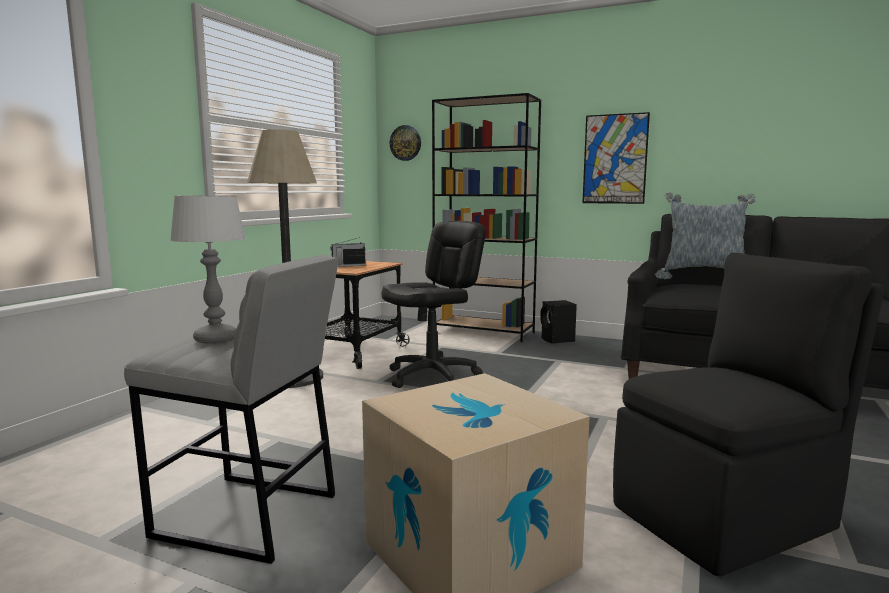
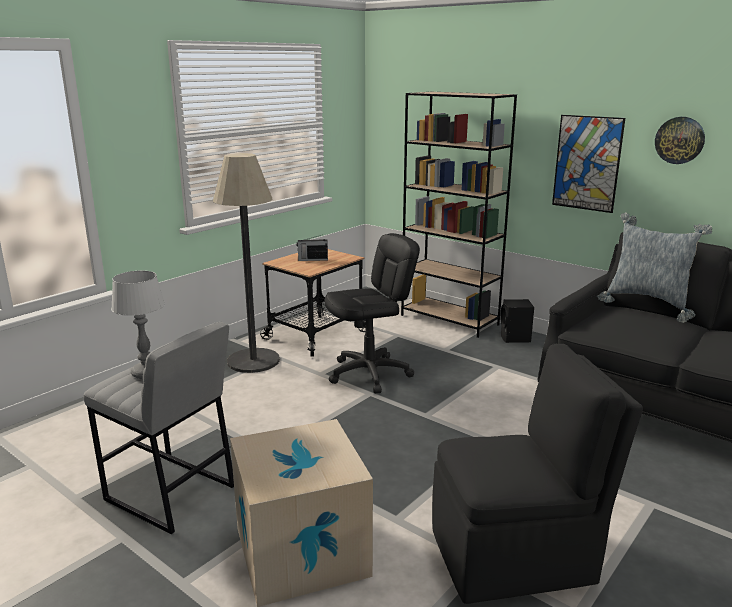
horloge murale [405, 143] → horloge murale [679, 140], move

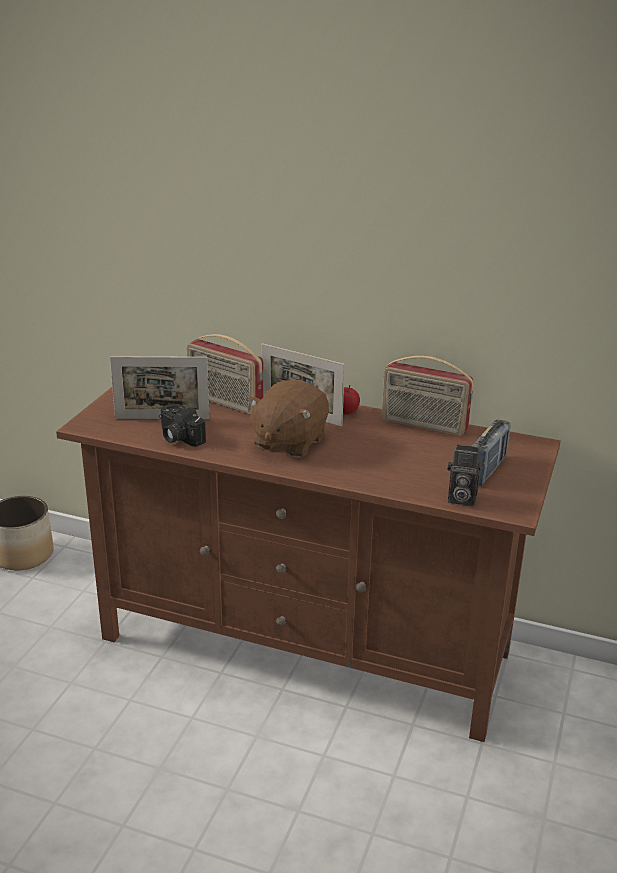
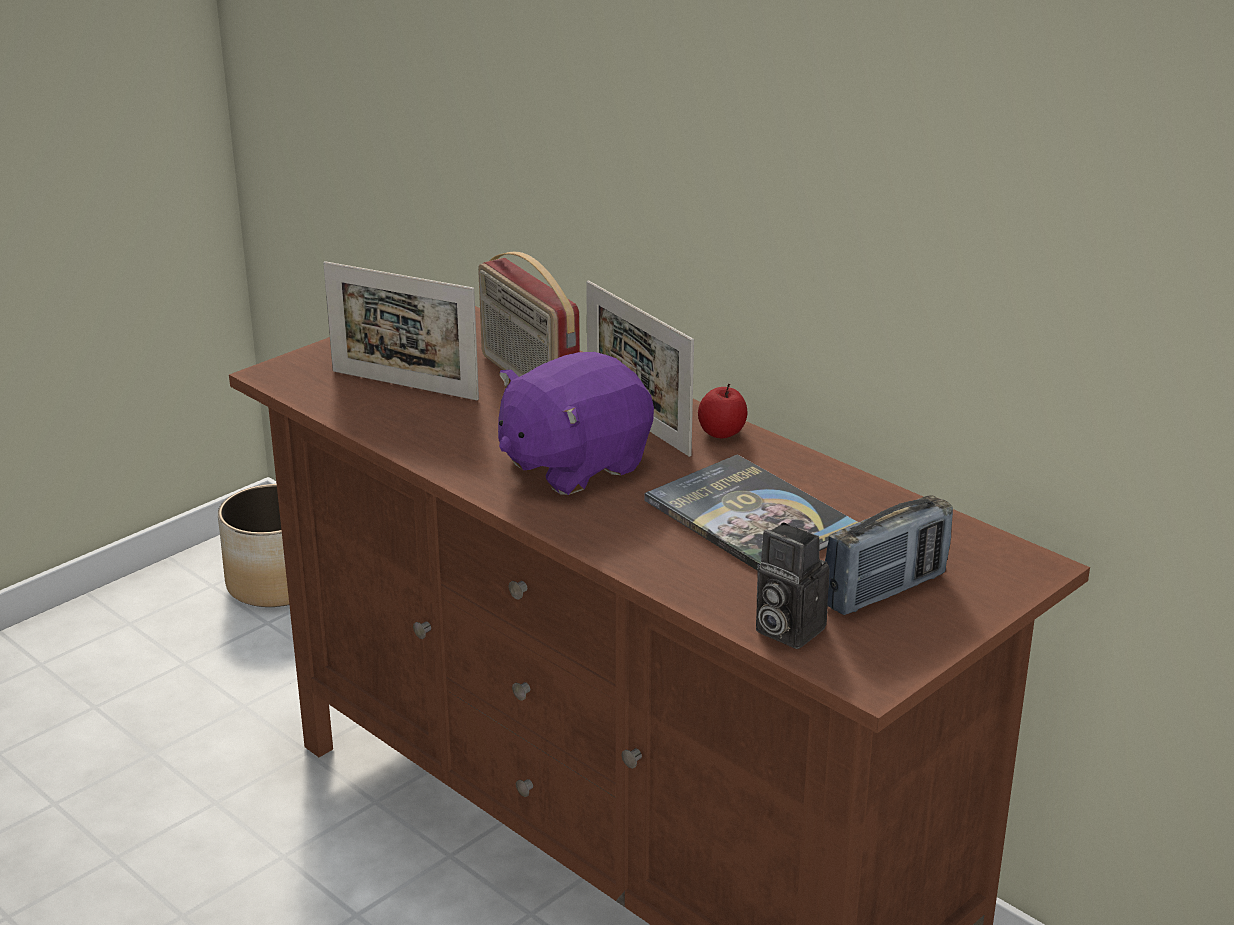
radio [423, 426] → -
peluche/marron [289, 442] → peluche/violet [573, 465]
appareil photo [178, 437] → -
- → livre [750, 517]

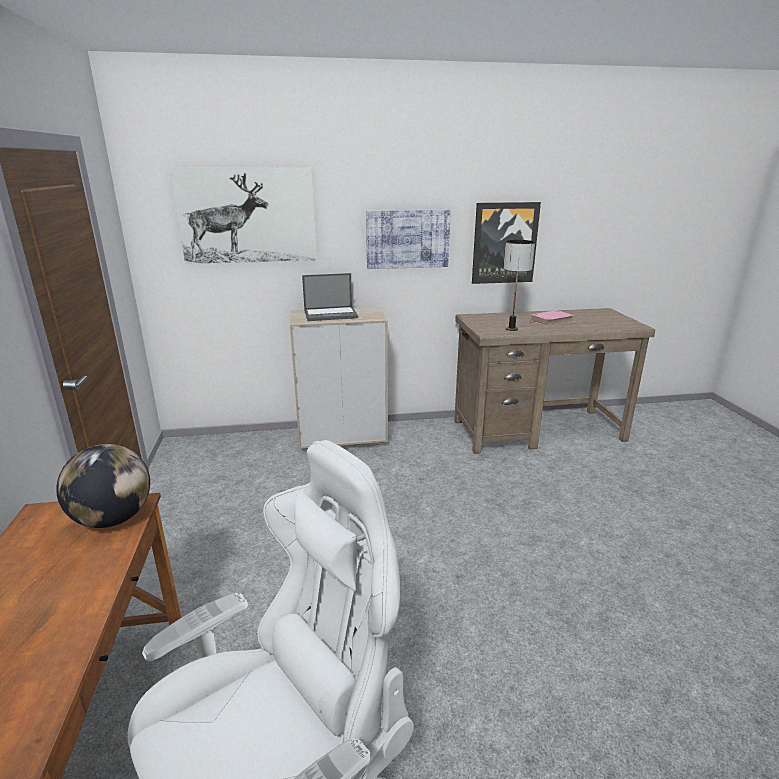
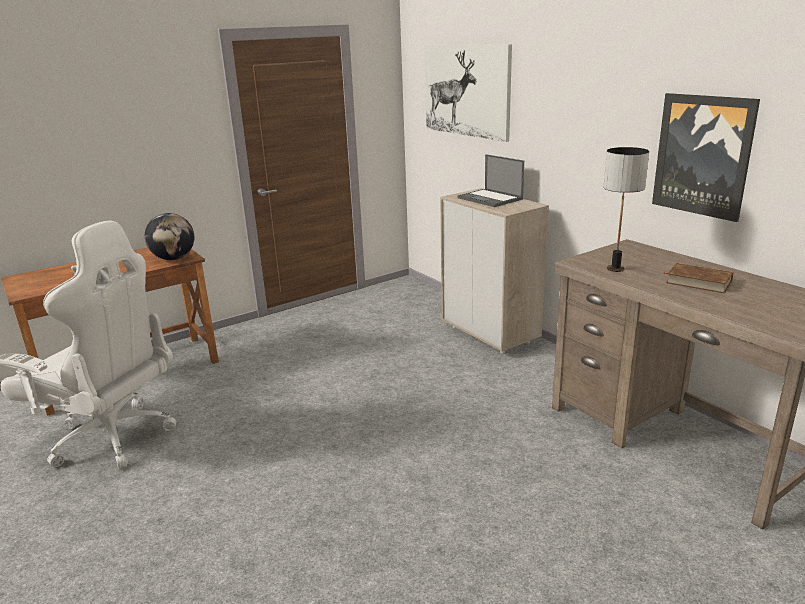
tableau [407, 239] → -
livre/rose [551, 321] → livre/marron [698, 282]

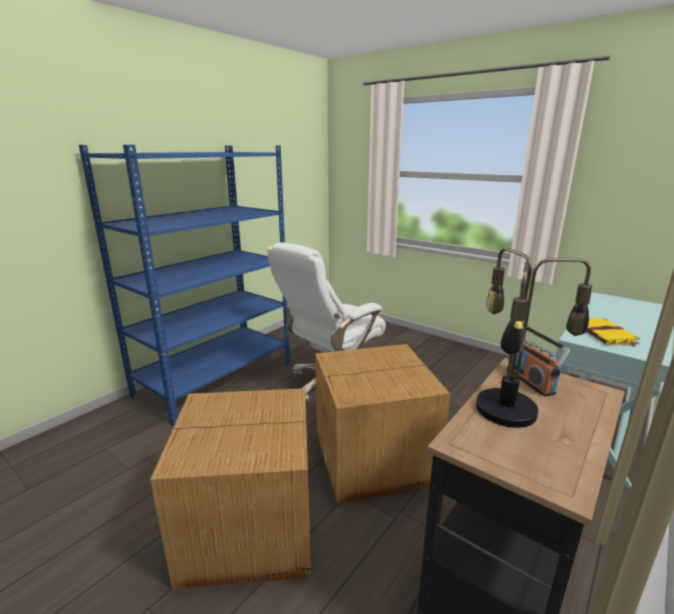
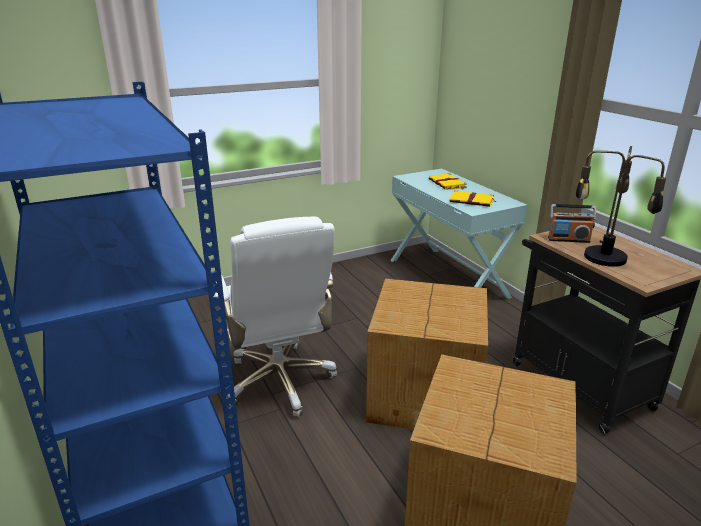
- → livre/jaune [447, 184]

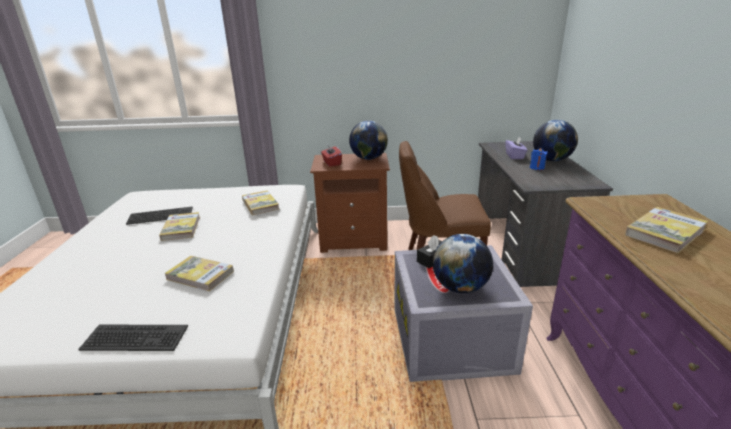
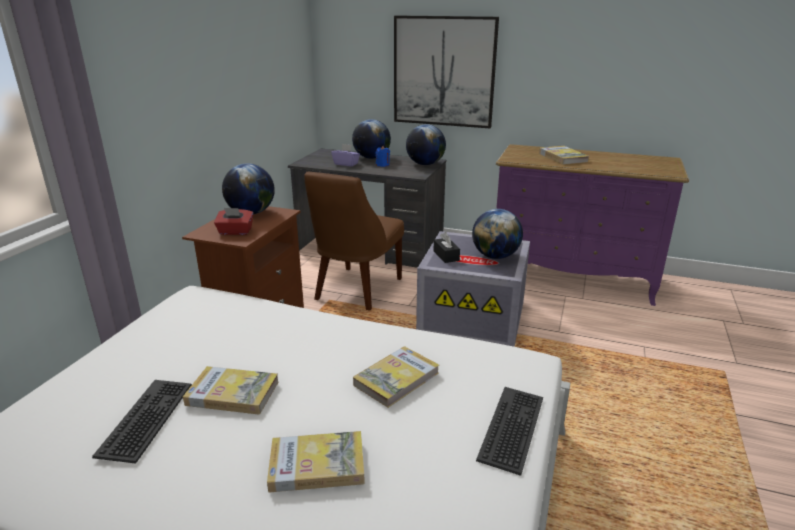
livre [260, 204] → livre [317, 465], move
- → tableau [444, 72]
- → globe [425, 164]

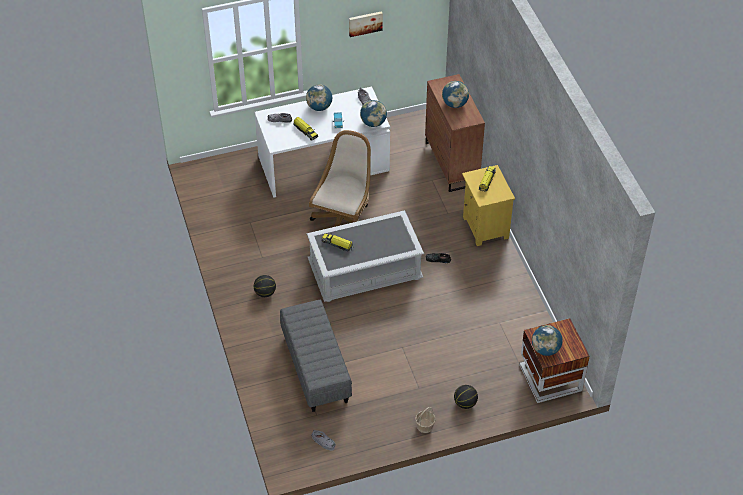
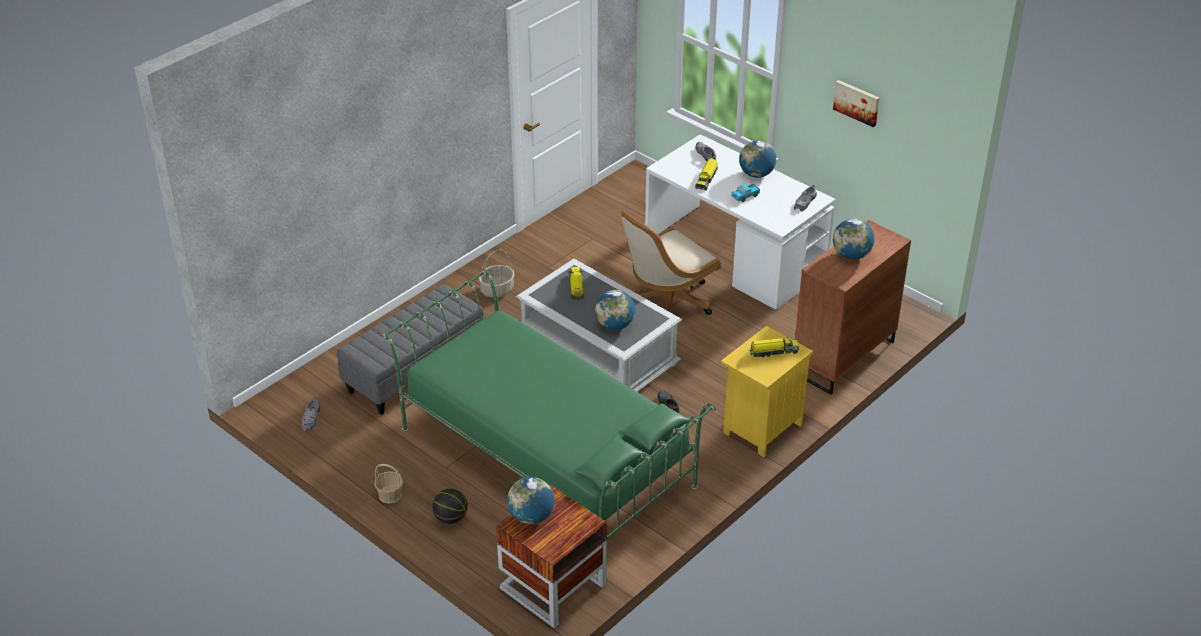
globe [373, 123] → globe [615, 325], move
chaise de bureau [343, 216] → chaise de bureau [666, 303], 150 degrees clockwise
ballon de basket [265, 293] → panier [497, 290]
- → lit/vert [547, 458]

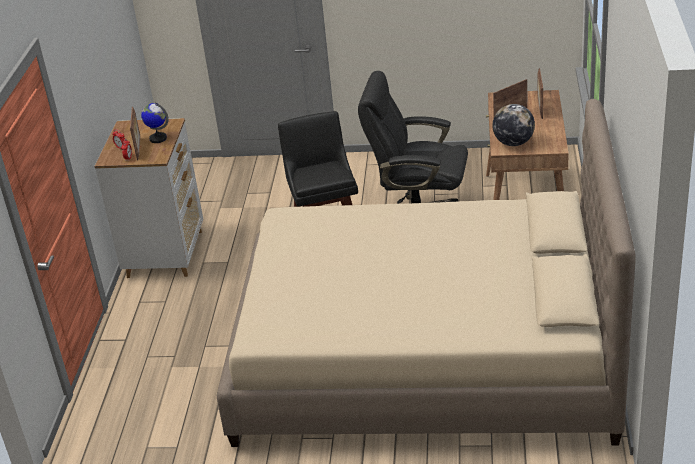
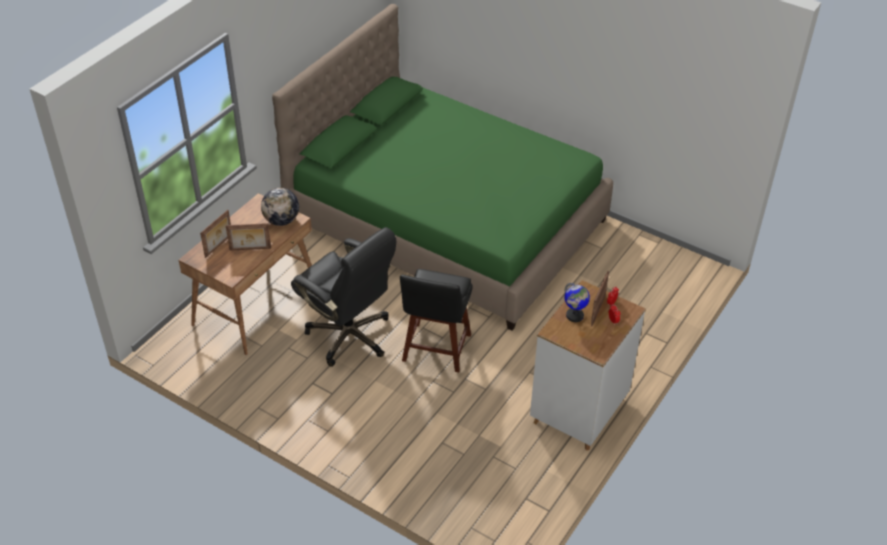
lit/beige [425, 357] → lit/vert [446, 221]

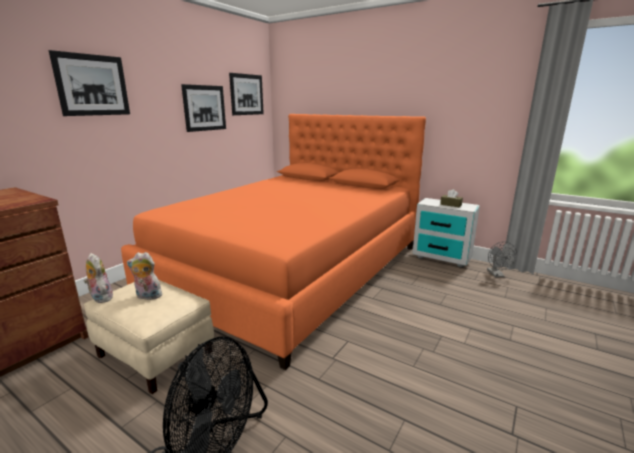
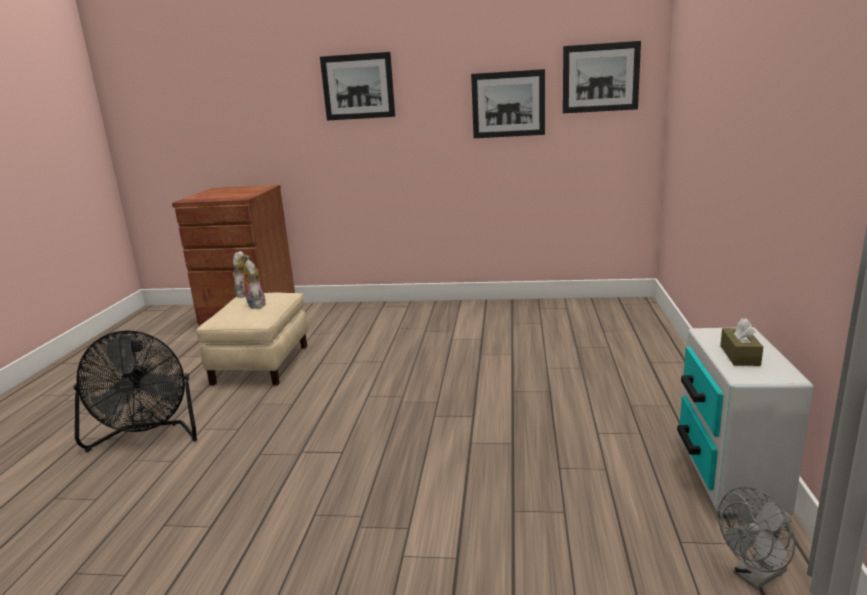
lit/orange [293, 269] → -

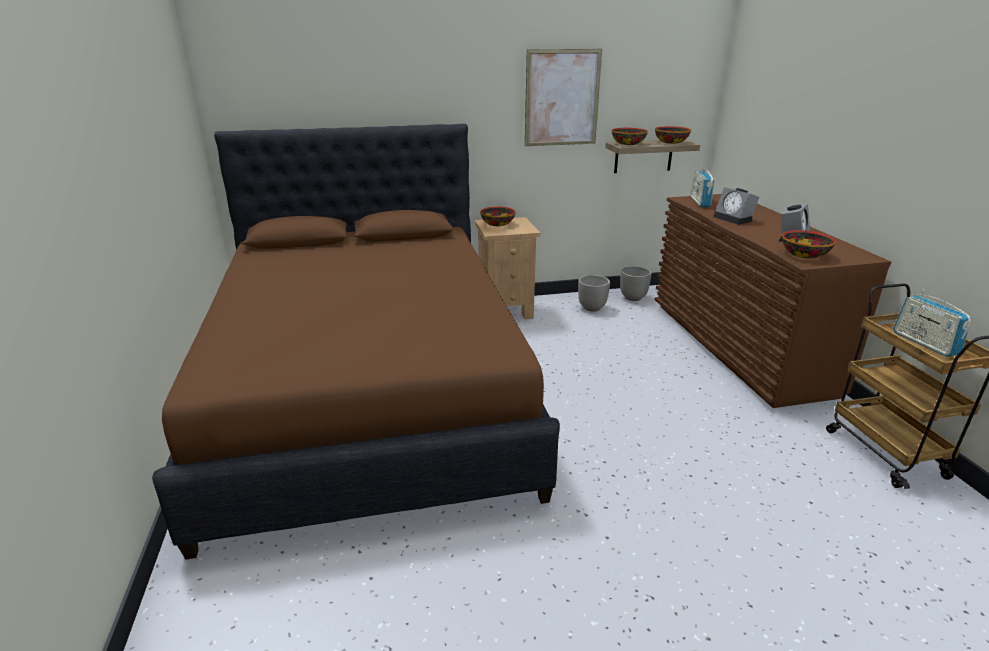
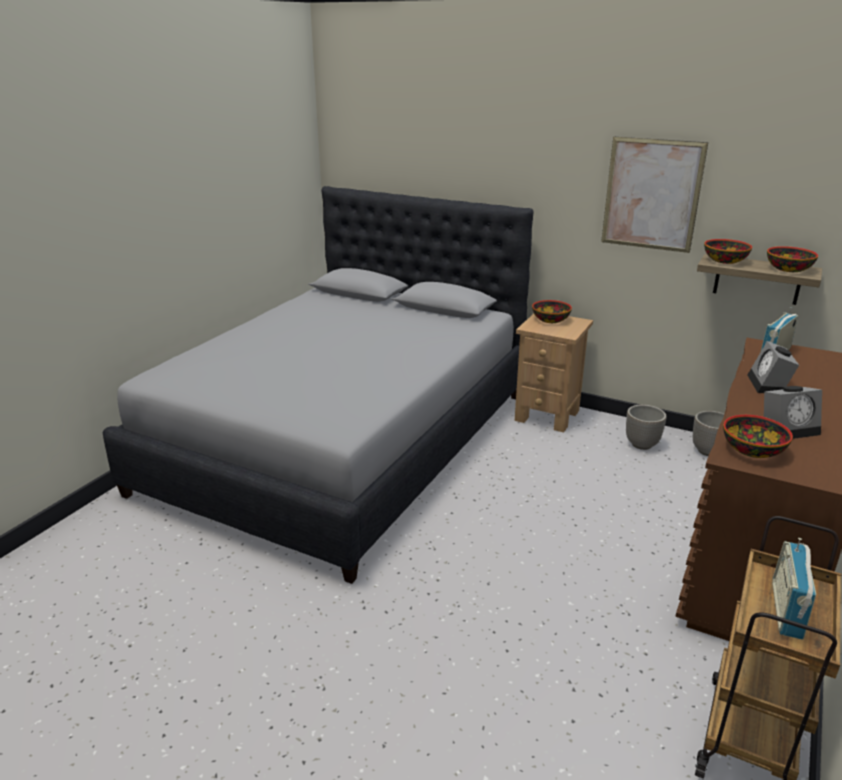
lit/marron [370, 391] → lit/gris [344, 440]

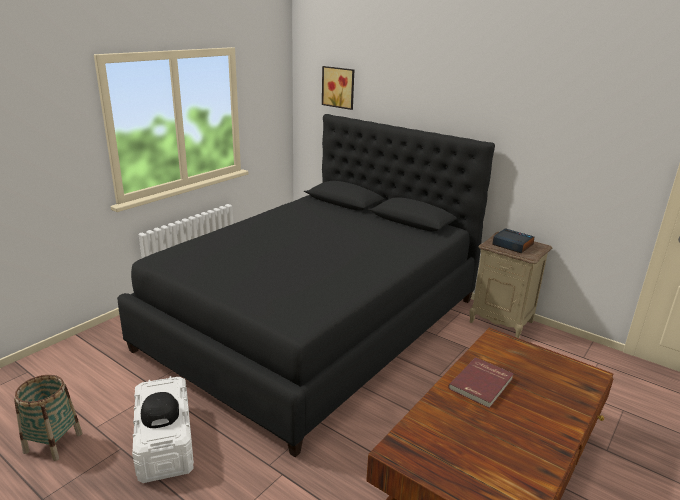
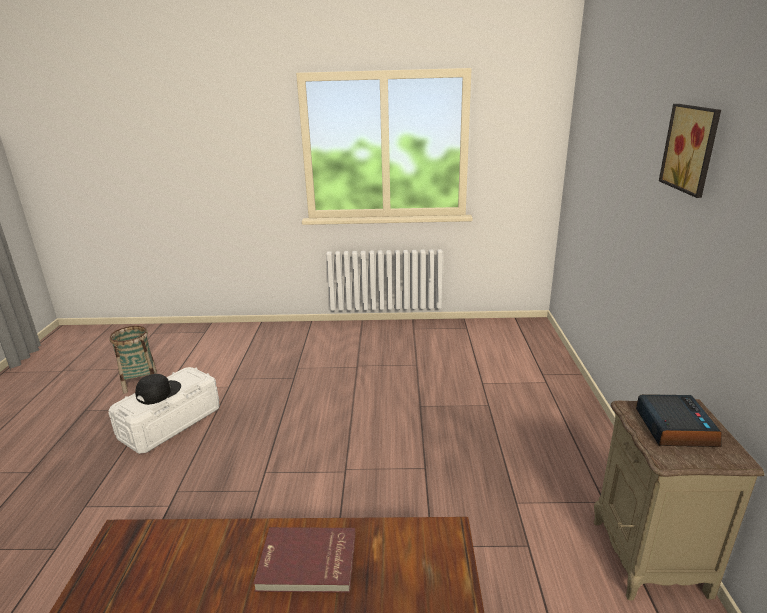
tableau [339, 87] → tableau [693, 148], move
lit/noir [316, 323] → -

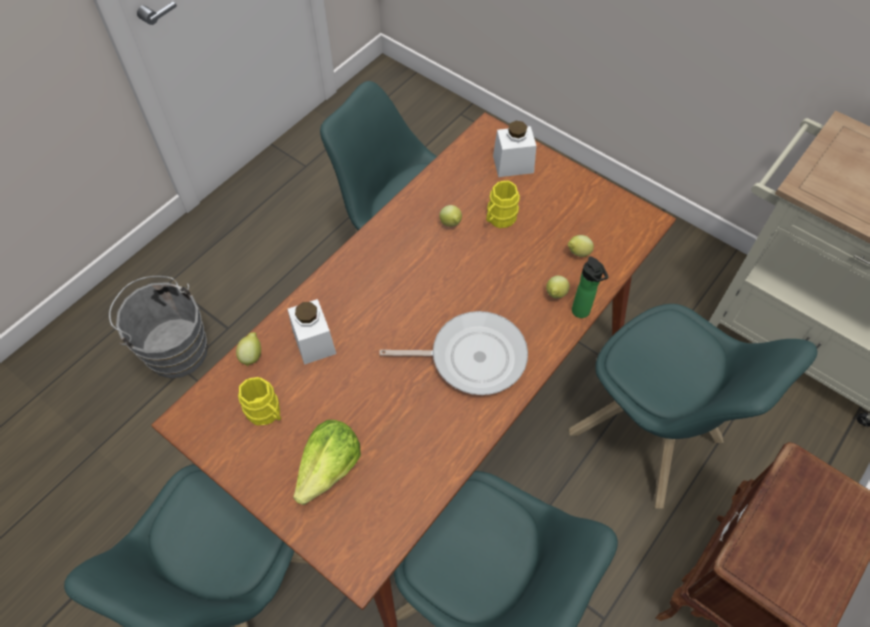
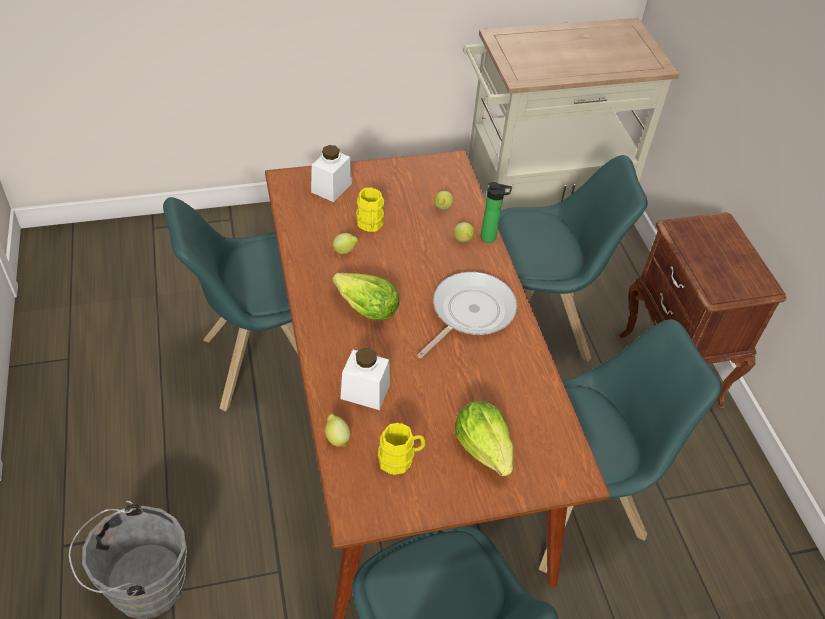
- → laitue [366, 308]

